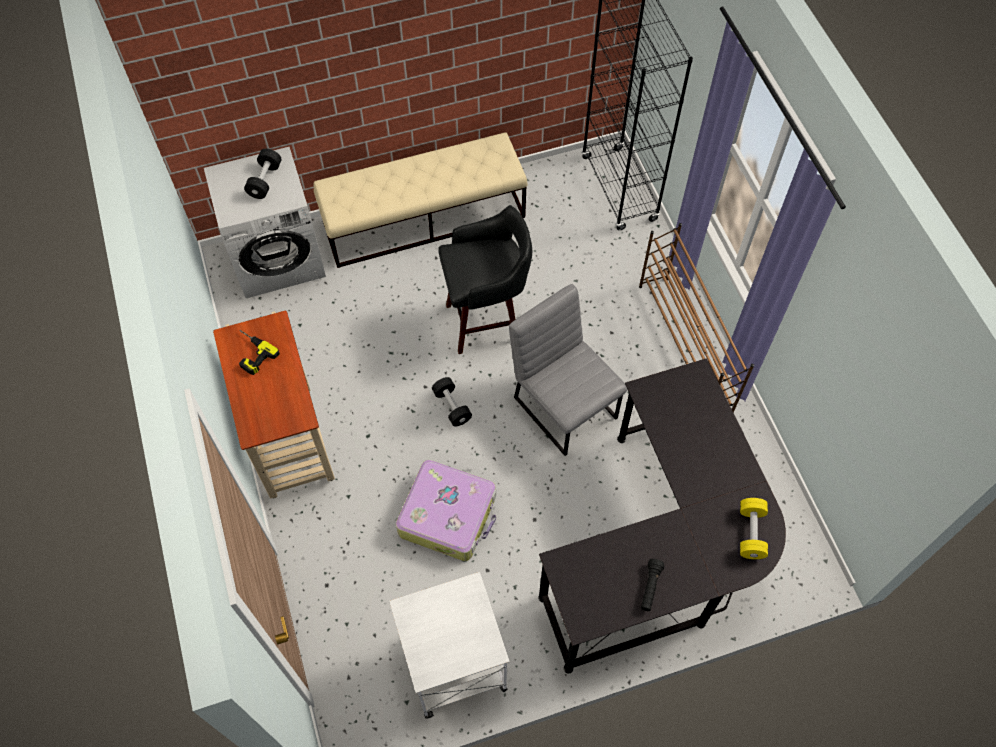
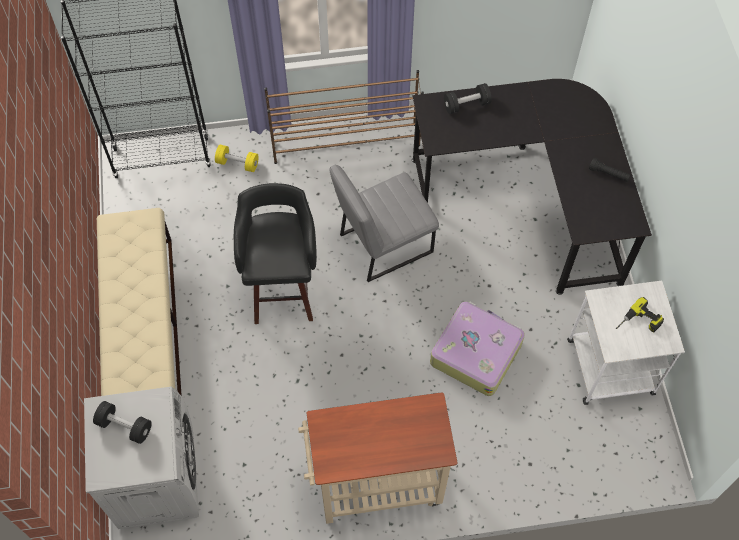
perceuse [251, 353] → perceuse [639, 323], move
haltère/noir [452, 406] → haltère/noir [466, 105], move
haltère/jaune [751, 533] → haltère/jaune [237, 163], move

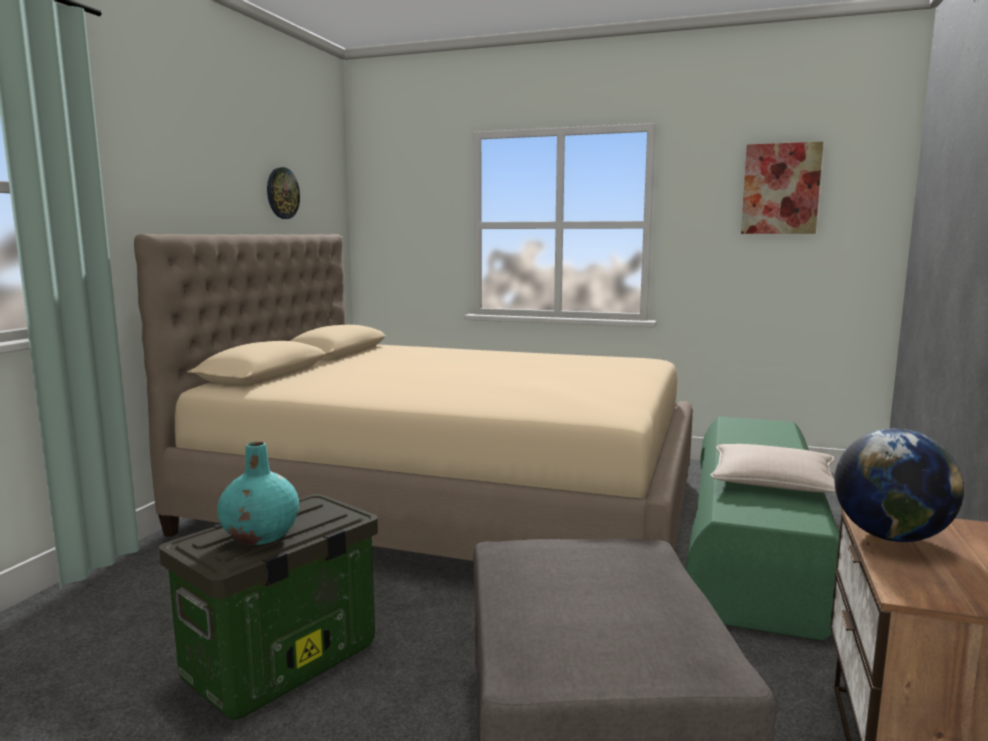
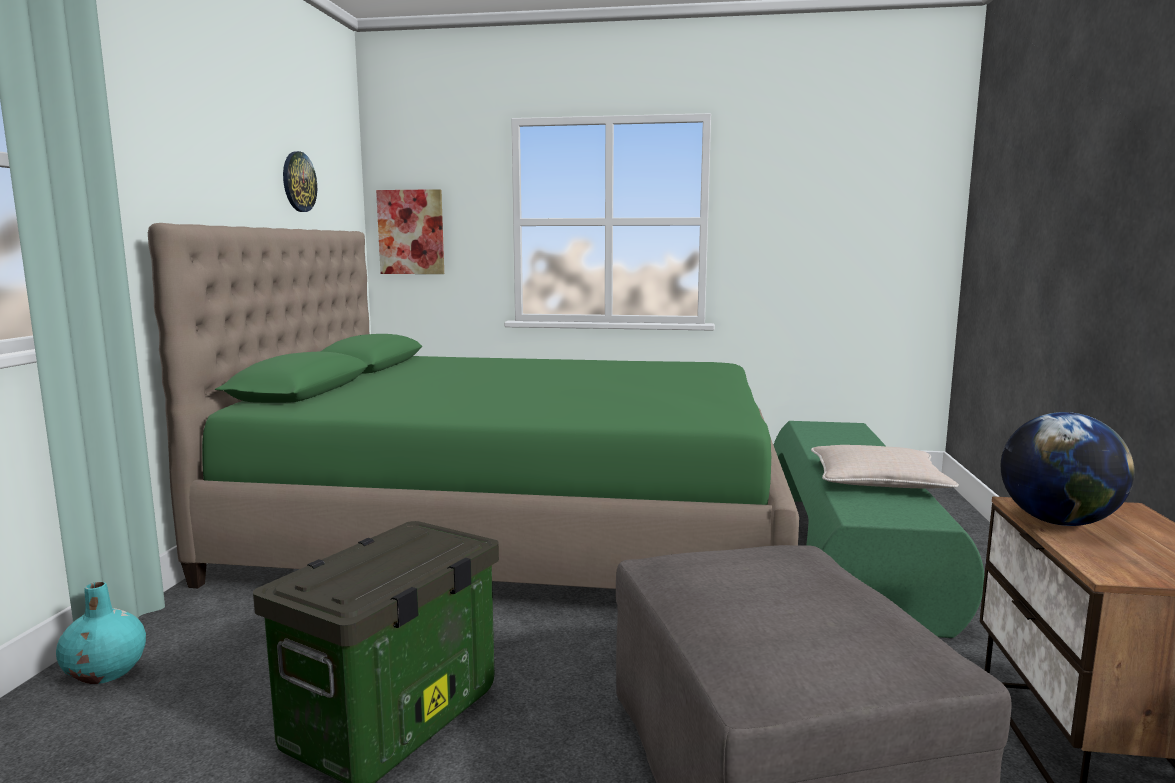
tableau [780, 189] → tableau [411, 232], move
lit/beige [450, 503] → lit/vert [517, 528]
vase/turquoise [261, 535] → vase/turquoise [106, 672], move

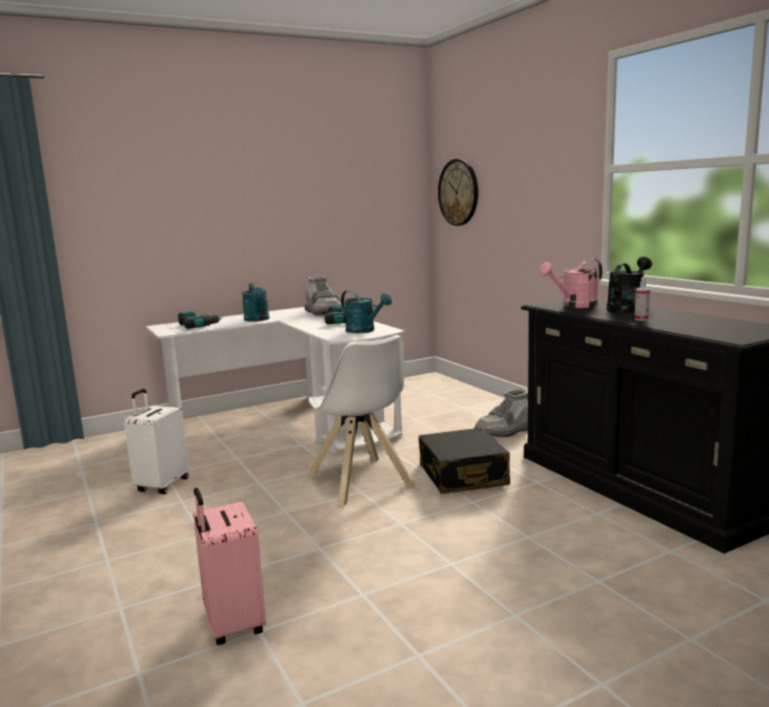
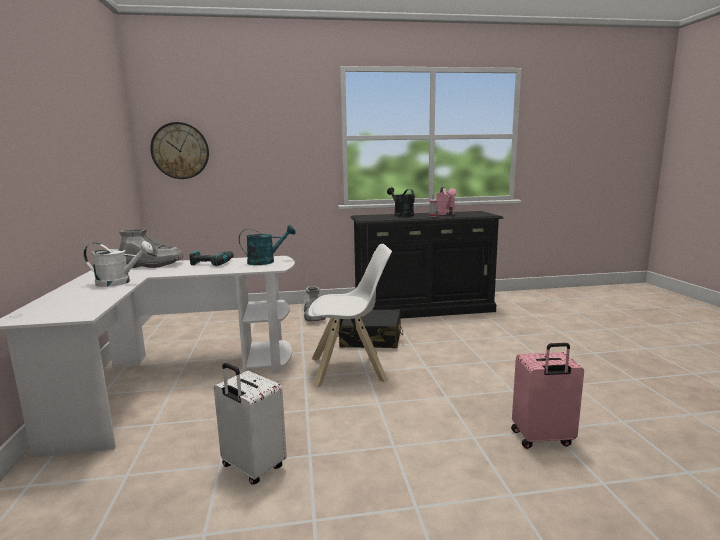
arrosoir/rose [574, 306] → arrosoir/rose [446, 214], move
arrosoir/turquoise [257, 320] → arrosoir/blanc [119, 282]
perceuse [198, 326] → -

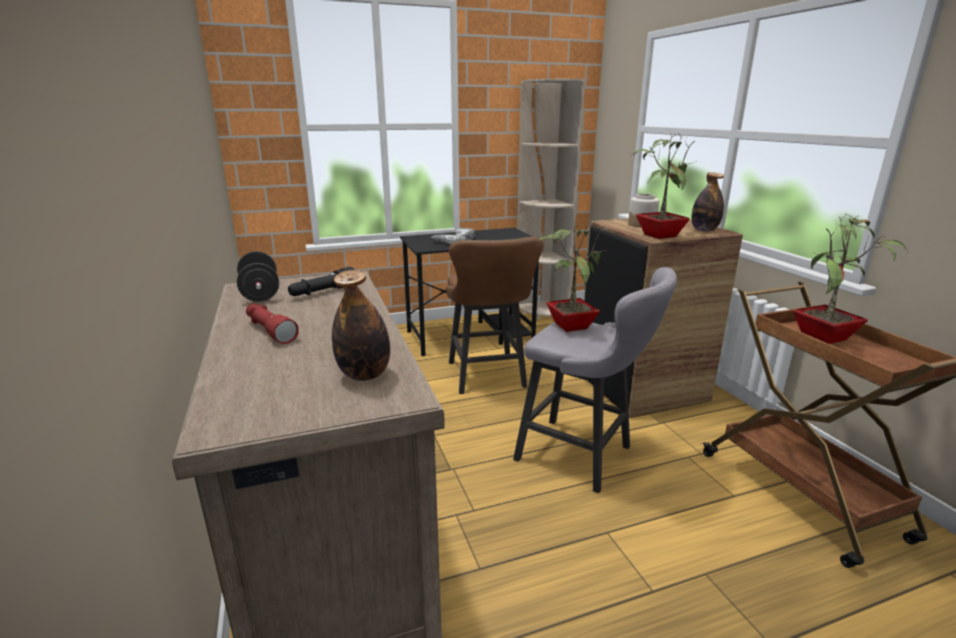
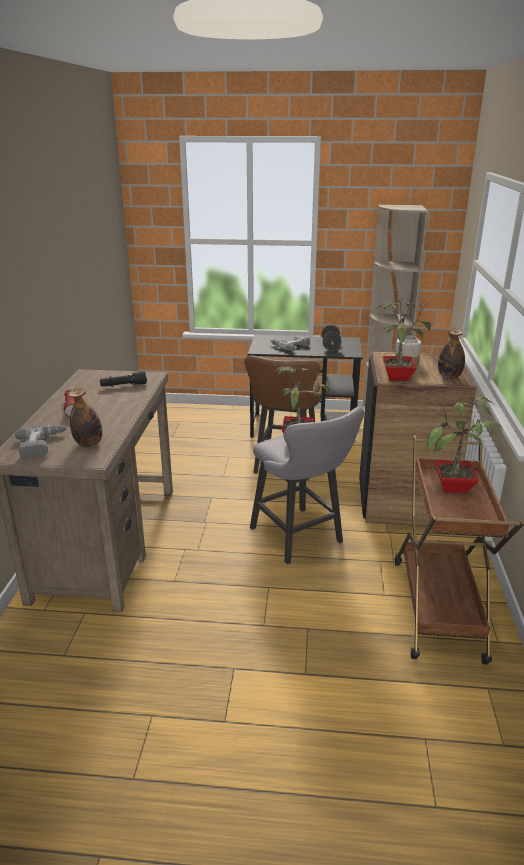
haltère/noir [260, 293] → haltère/noir [330, 346], move
- → perceuse [43, 445]

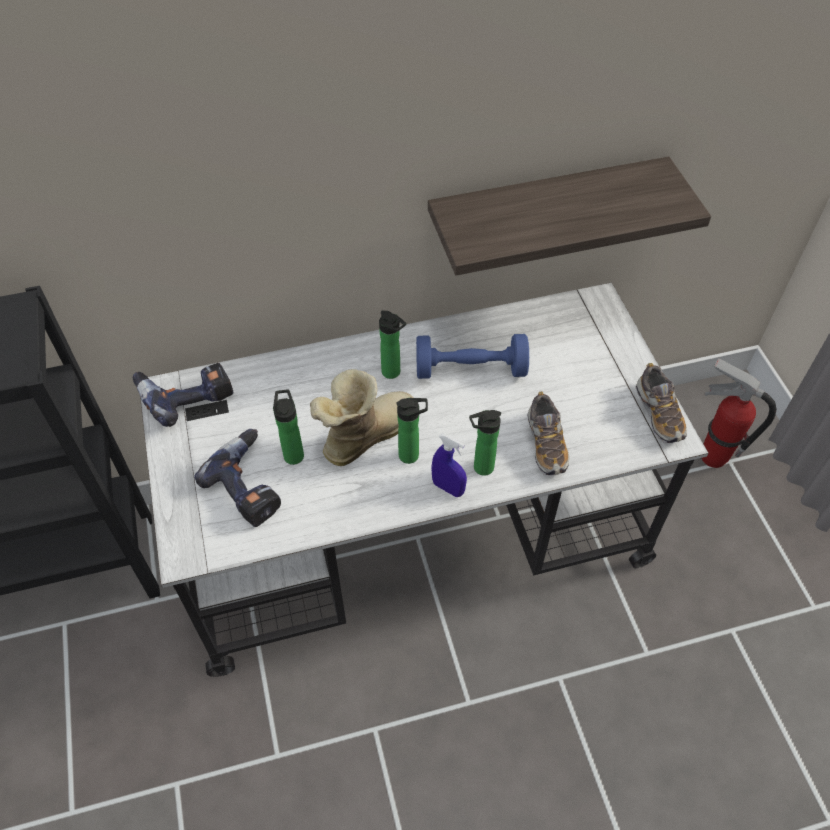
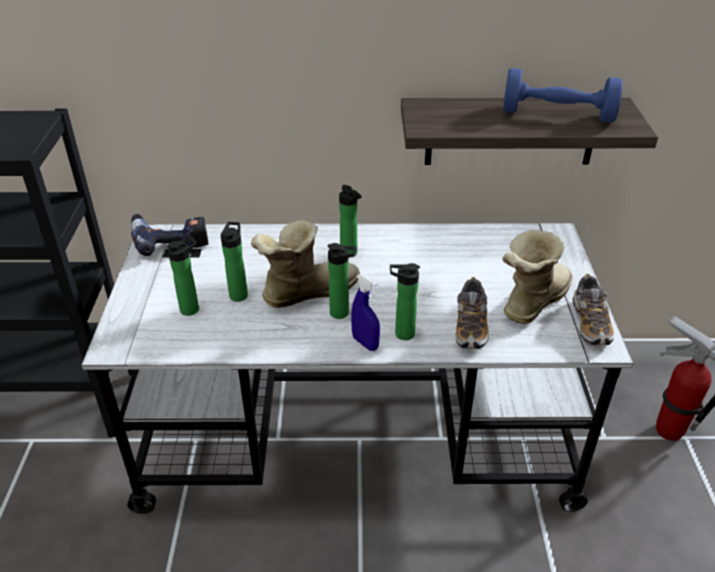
haltère/bleu [470, 369] → haltère/bleu [557, 115], move
perceuse [251, 484] → bouteille [192, 308]
- → botte [531, 301]

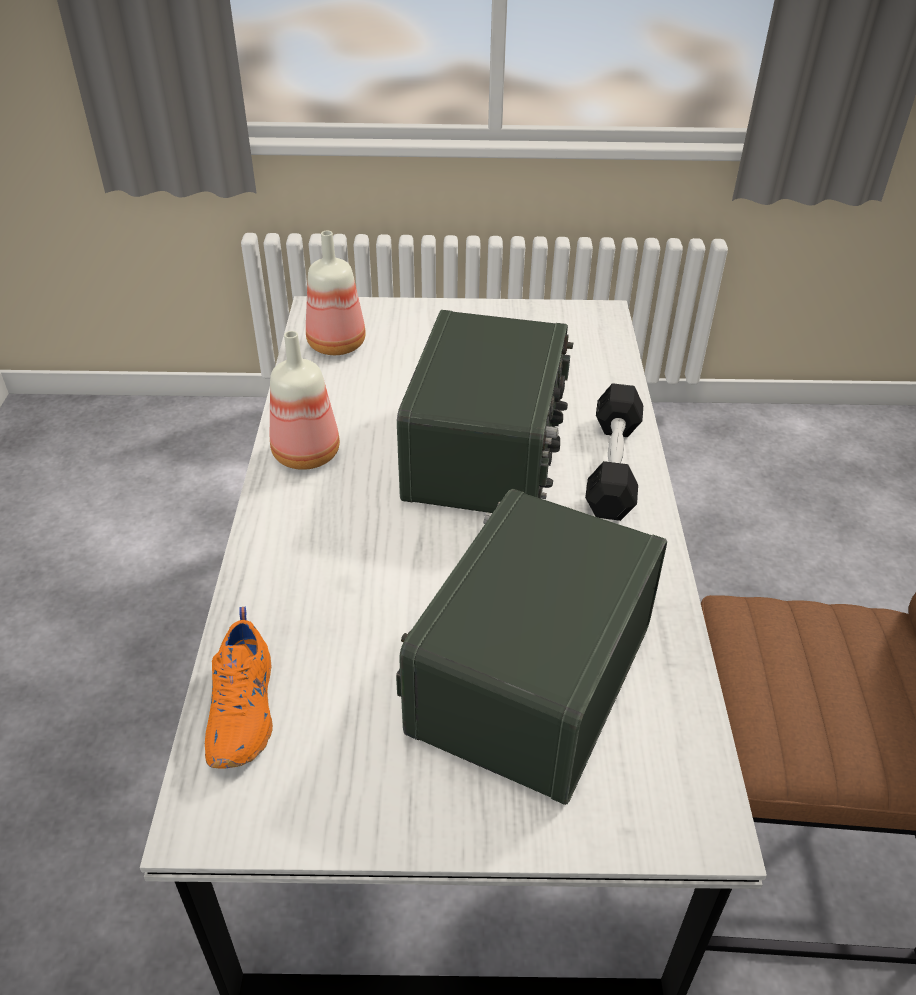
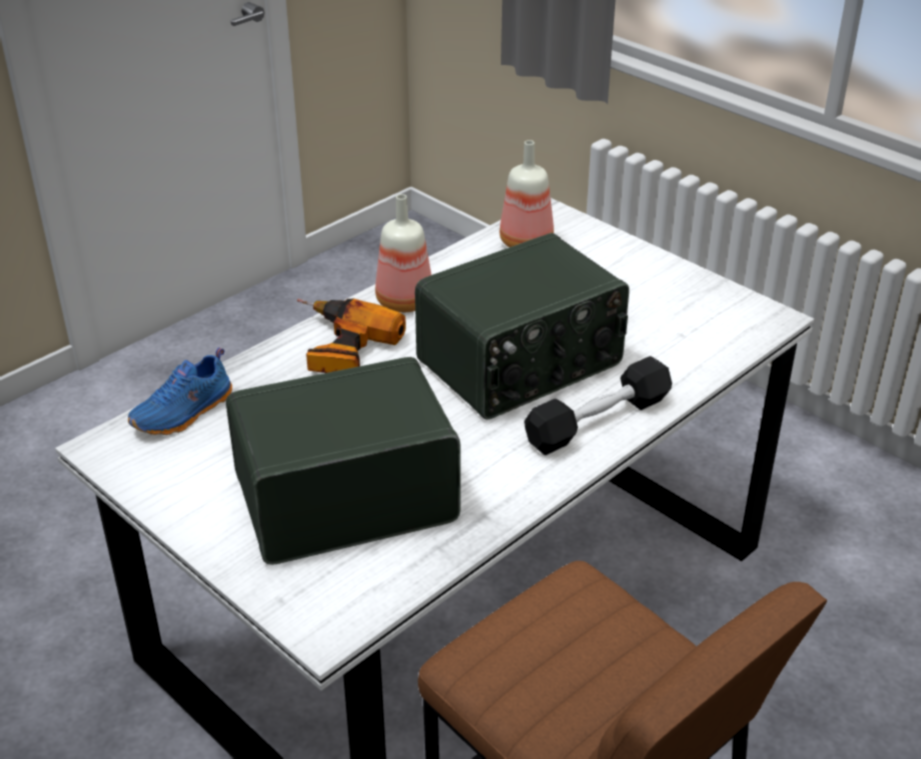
chaussure/orange [245, 710] → chaussure/bleu [184, 413]
- → perceuse [340, 348]

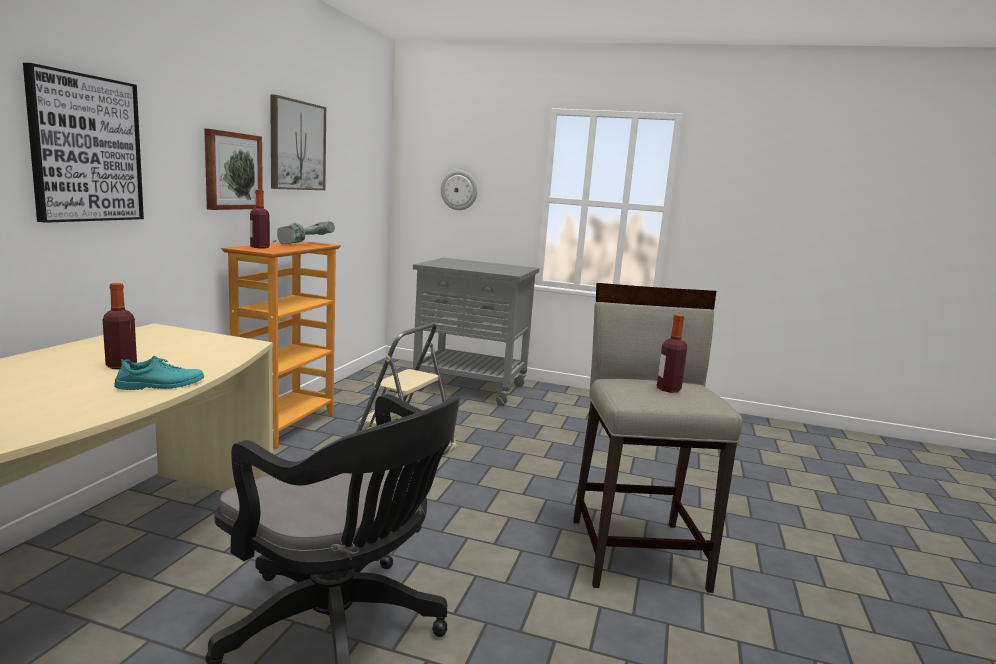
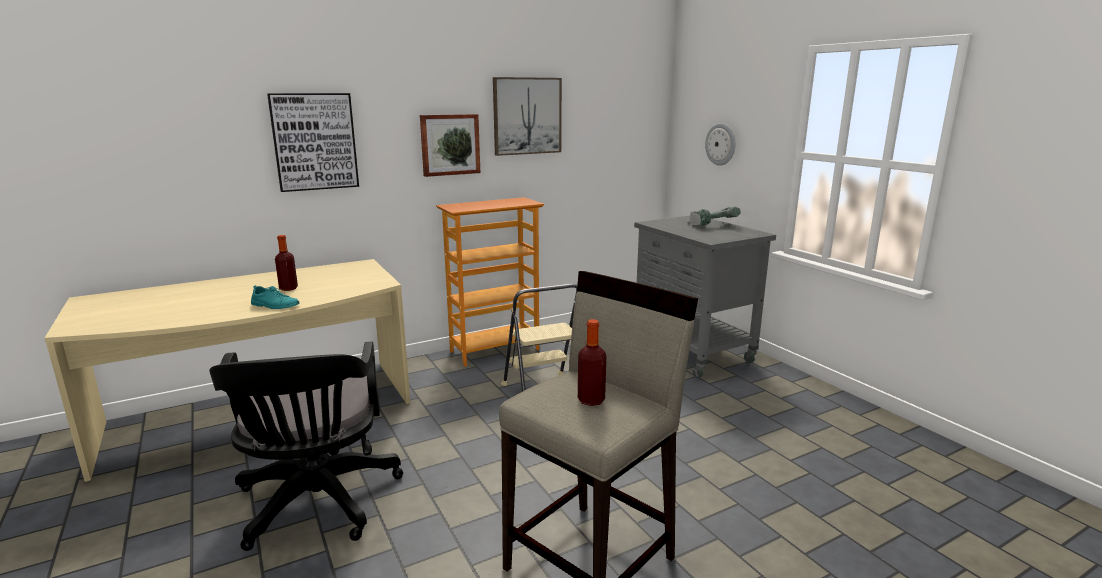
bouteille [260, 247] → -
perceuse [303, 244] → perceuse [712, 225], move

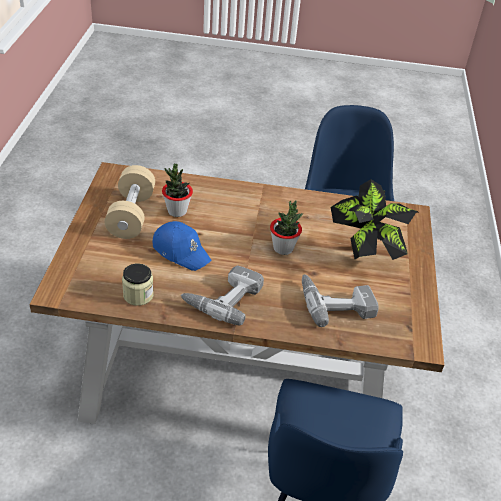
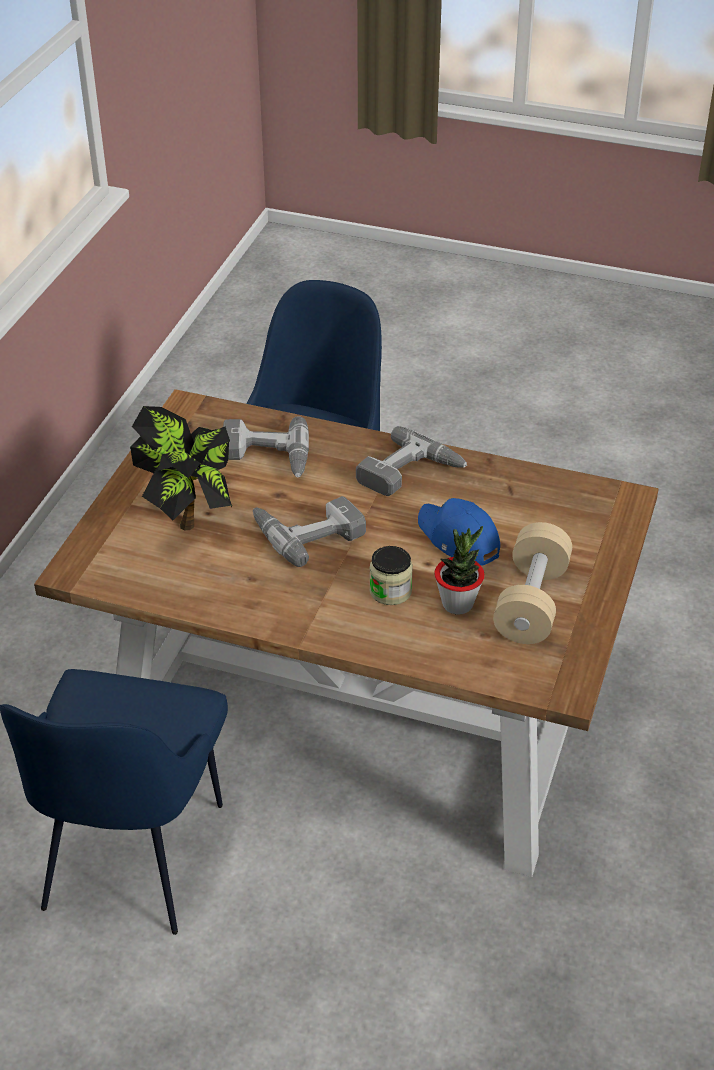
plante en pot [283, 248] → perceuse [307, 531]
bocal [138, 295] → bocal [390, 591], move

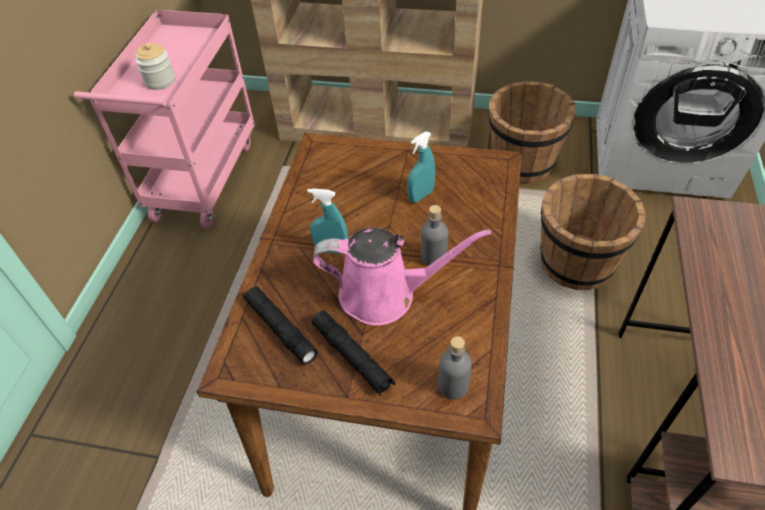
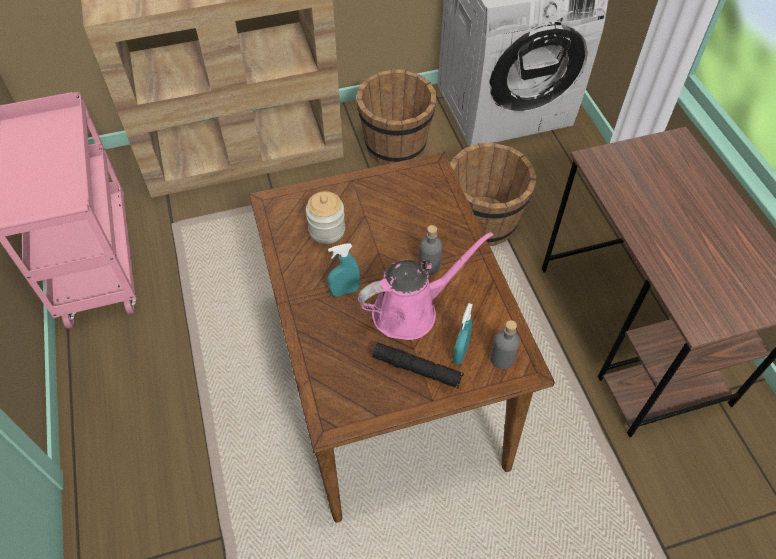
bocal [160, 81] → bocal [327, 230], move
vaporisateur/turquoise [421, 195] → vaporisateur/turquoise [460, 353], move
lampe de poche/noir [280, 328] → -

